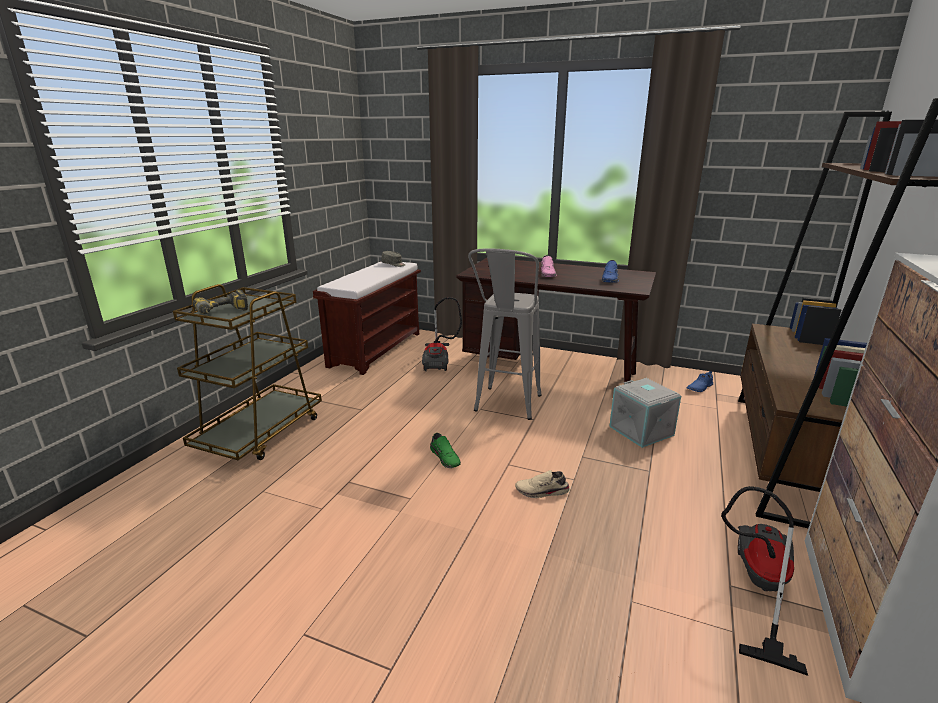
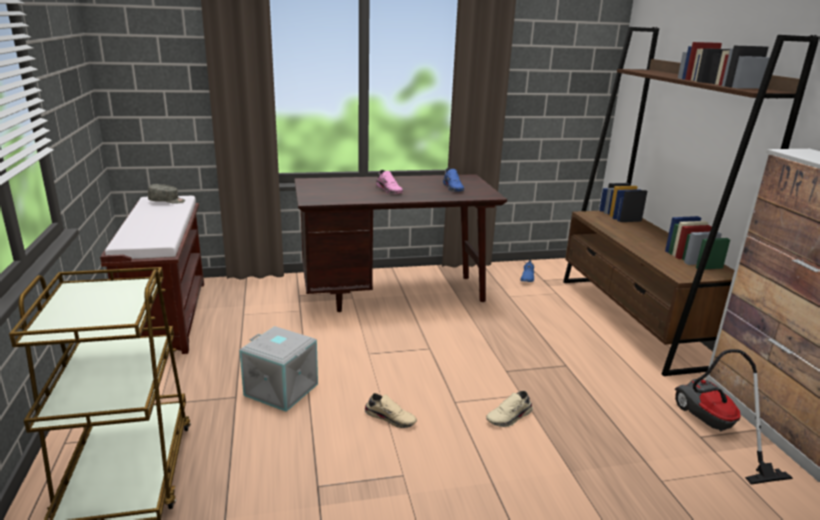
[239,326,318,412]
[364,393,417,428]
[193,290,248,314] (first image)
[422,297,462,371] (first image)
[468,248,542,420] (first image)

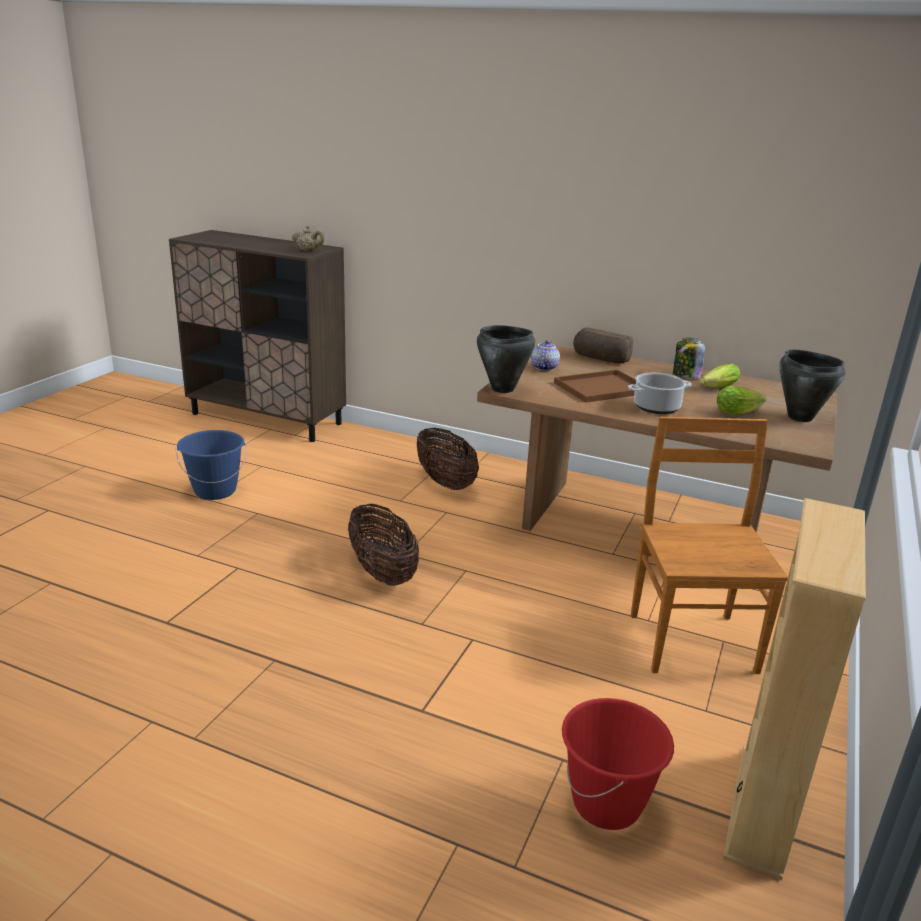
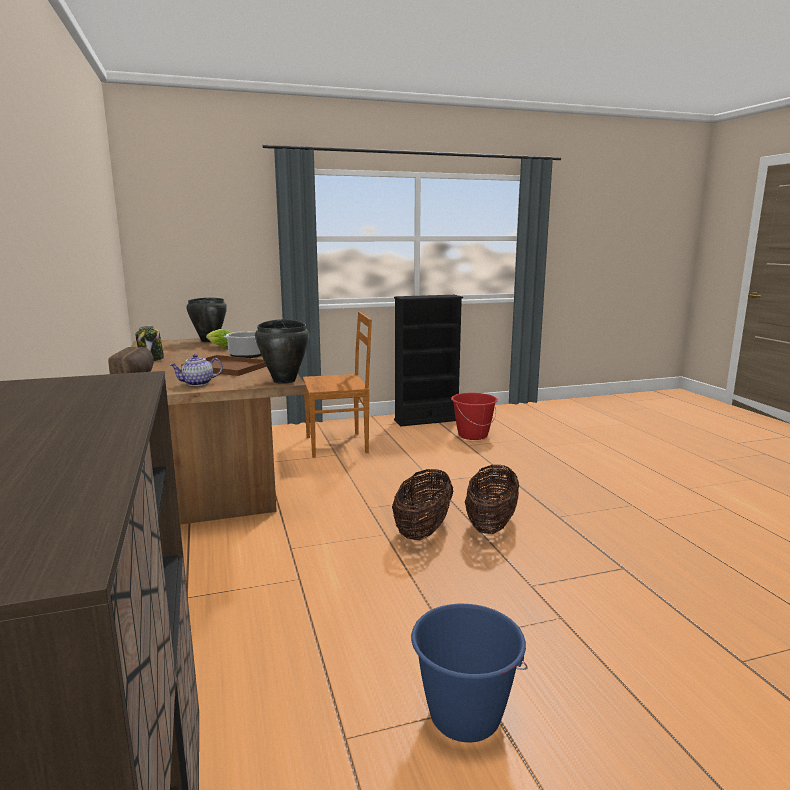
[303,312,372,458]
[394,295,463,426]
[465,465,519,534]
[292,225,325,251] (first image)
[700,363,740,387] (first image)

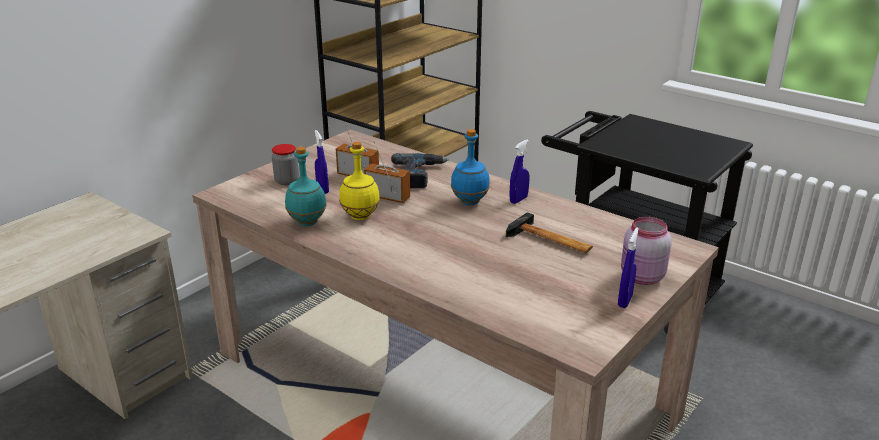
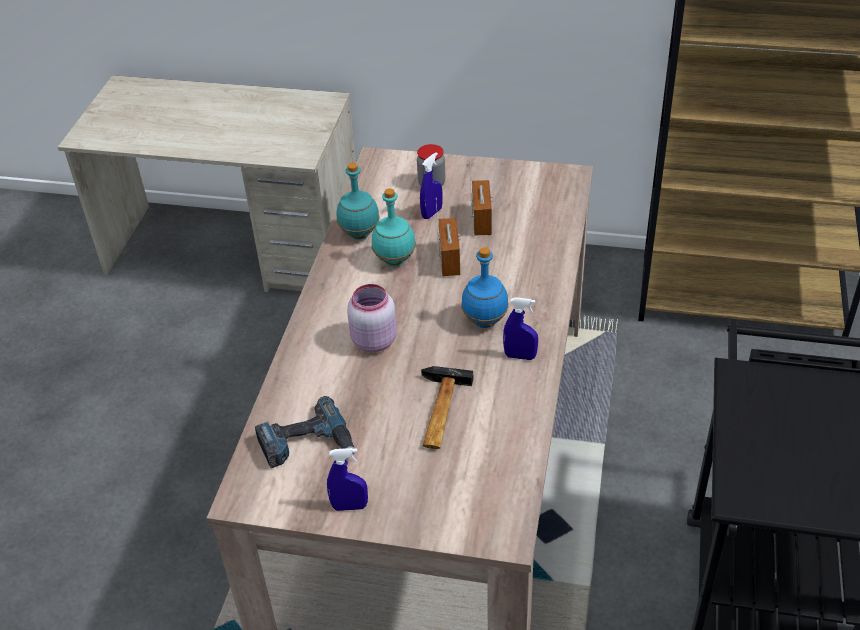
[255,396,355,468]
[347,284,397,352]
[372,188,416,267]

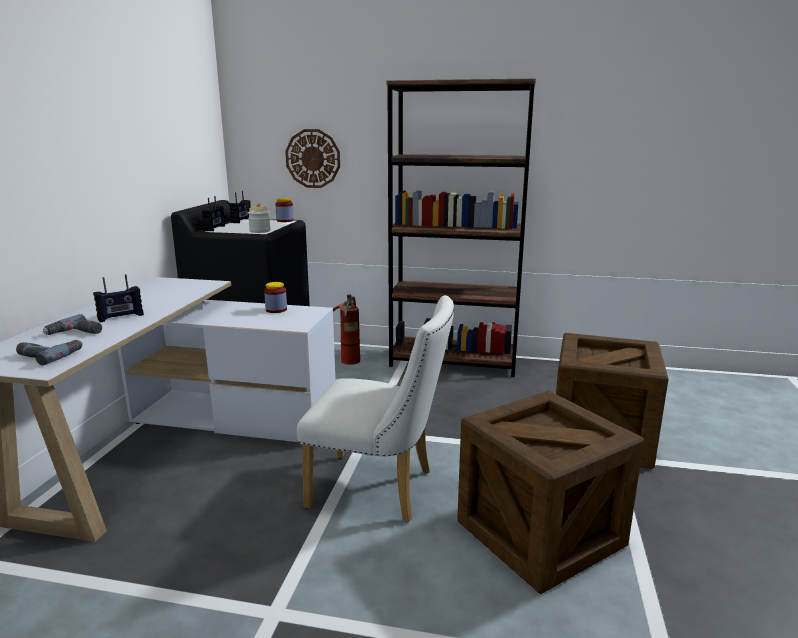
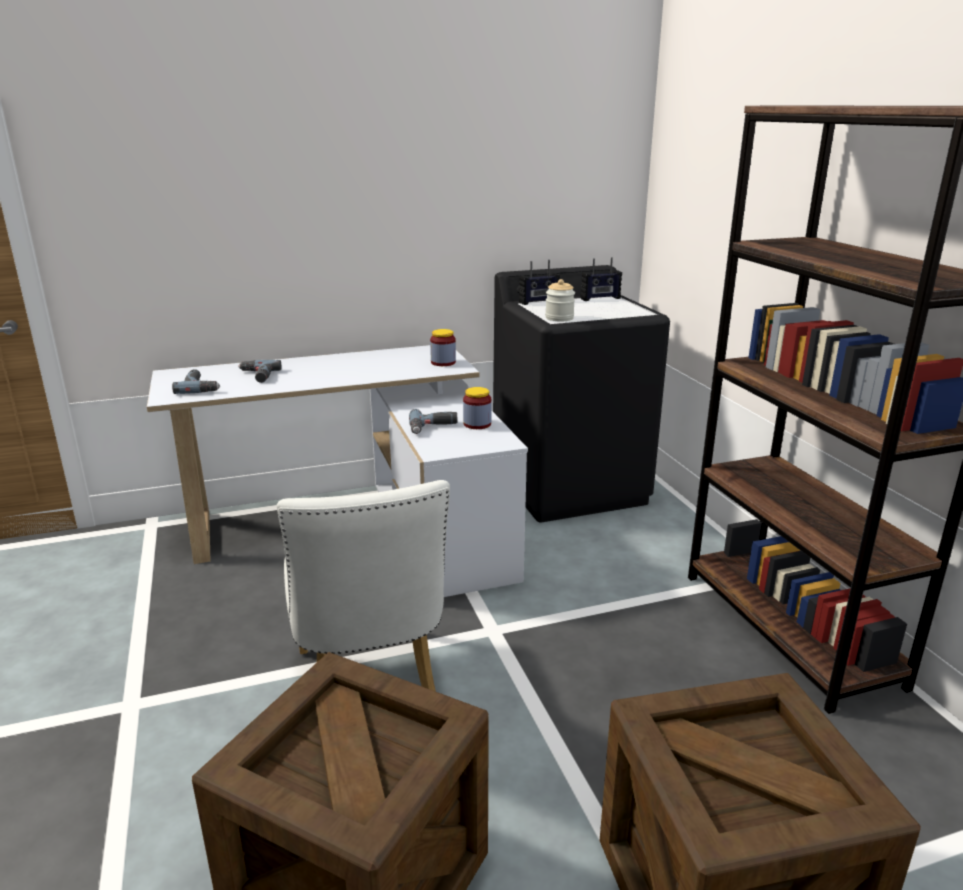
[409,409,457,434]
[430,329,456,366]
[93,274,144,322] (first image)
[285,129,340,188] (first image)
[333,294,360,365] (first image)

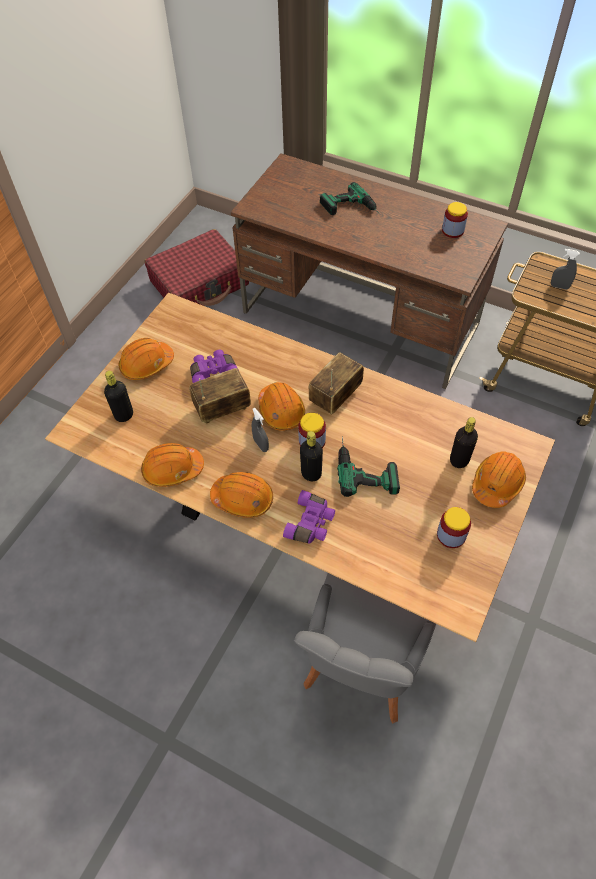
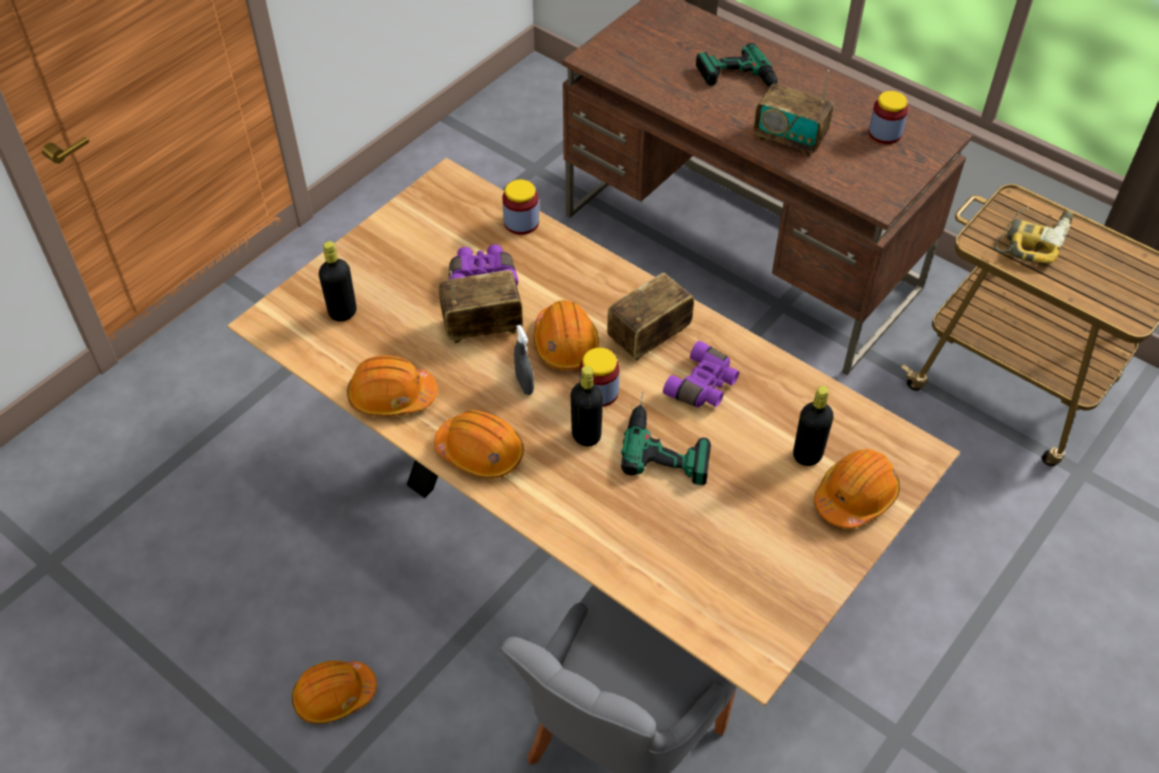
[292,661,377,724]
[502,179,539,235]
[663,341,739,407]
[754,70,834,157]
[994,207,1073,263]
[145,229,249,306] (first image)

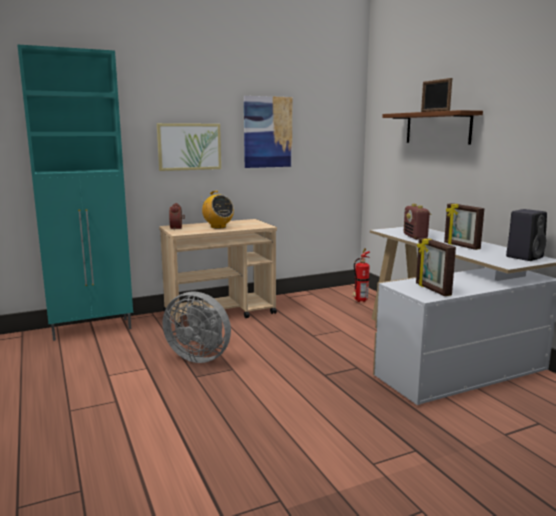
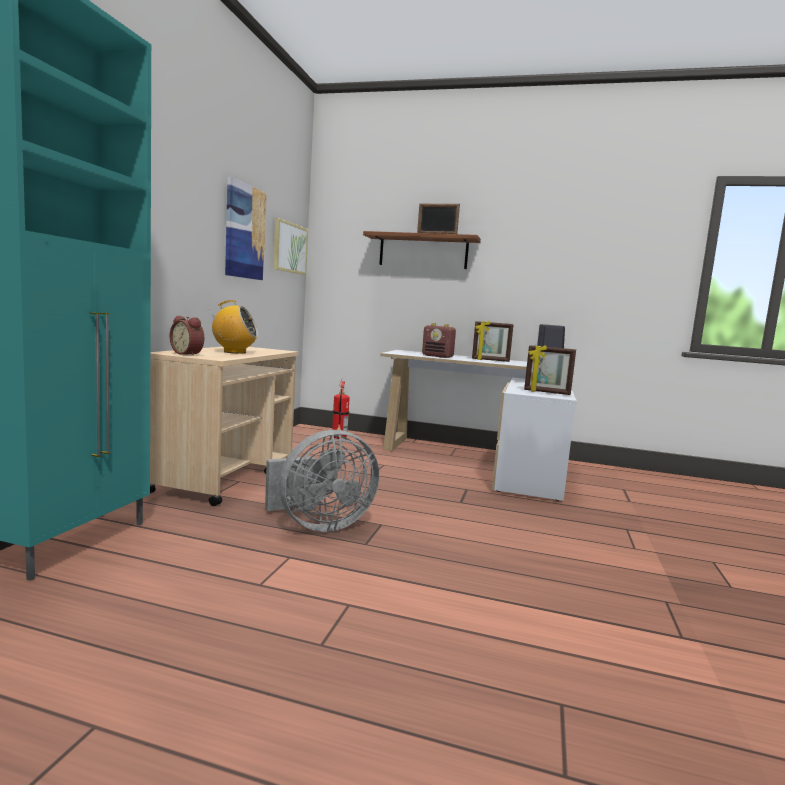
[273,218,308,275]

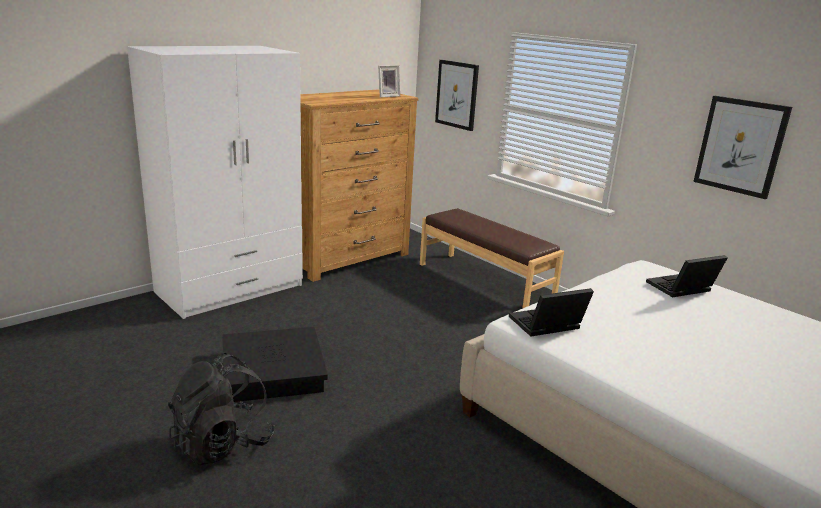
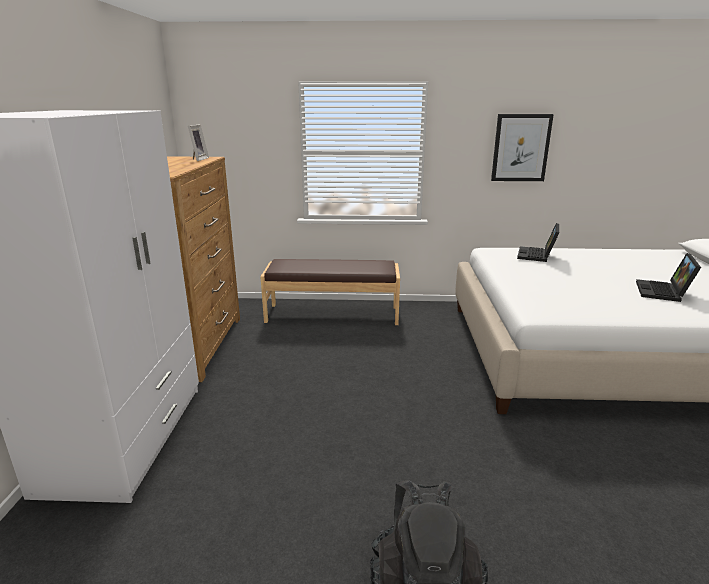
[636,253,701,302]
[223,327,328,402] (first image)
[435,60,479,131] (first image)

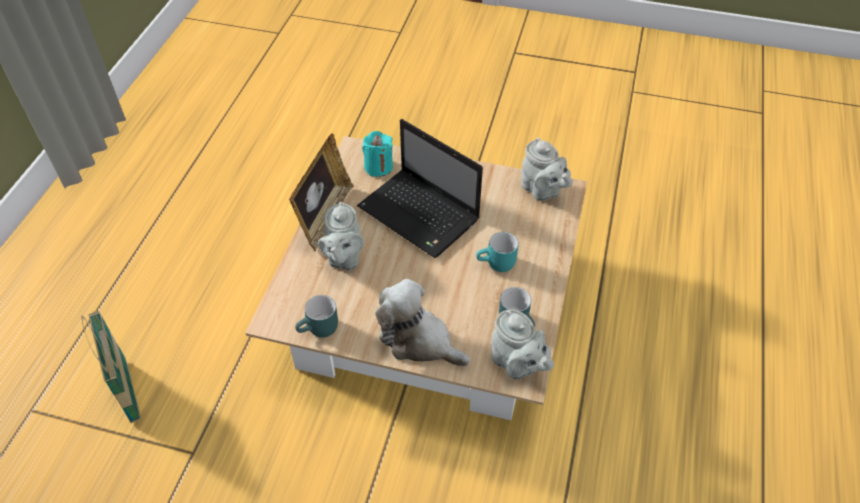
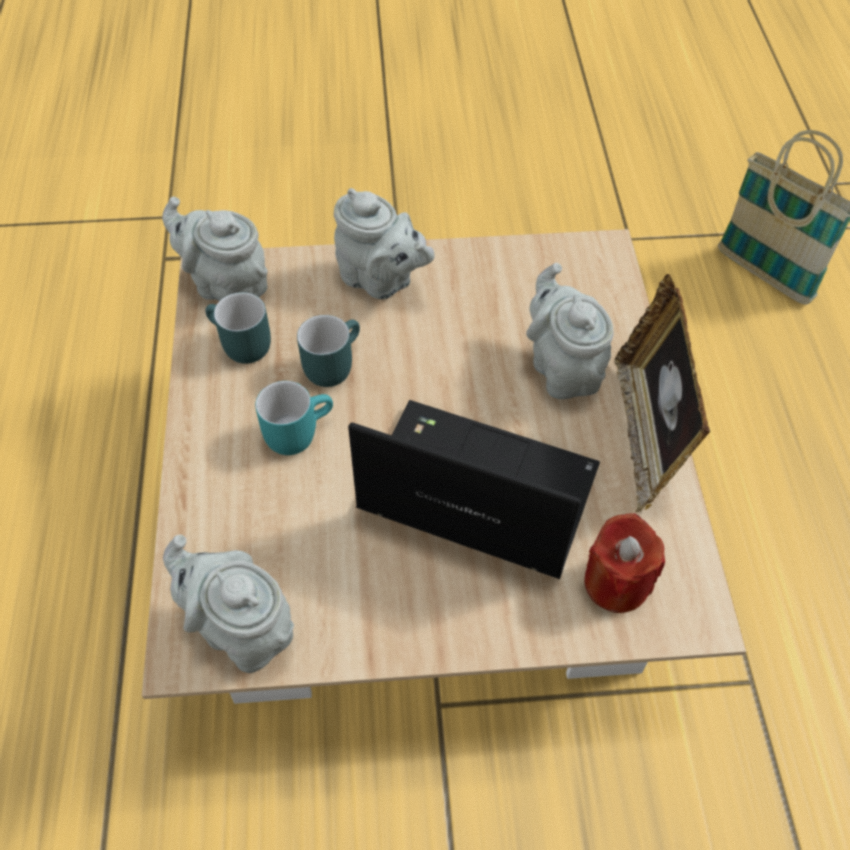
[297,315,360,387]
[334,188,434,299]
[584,513,665,613]

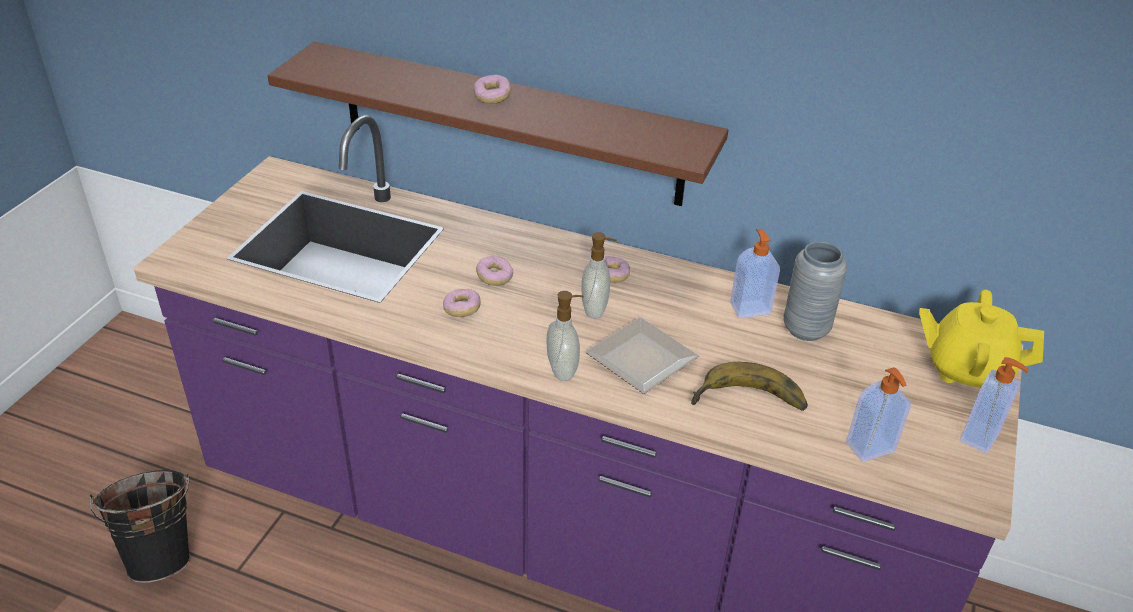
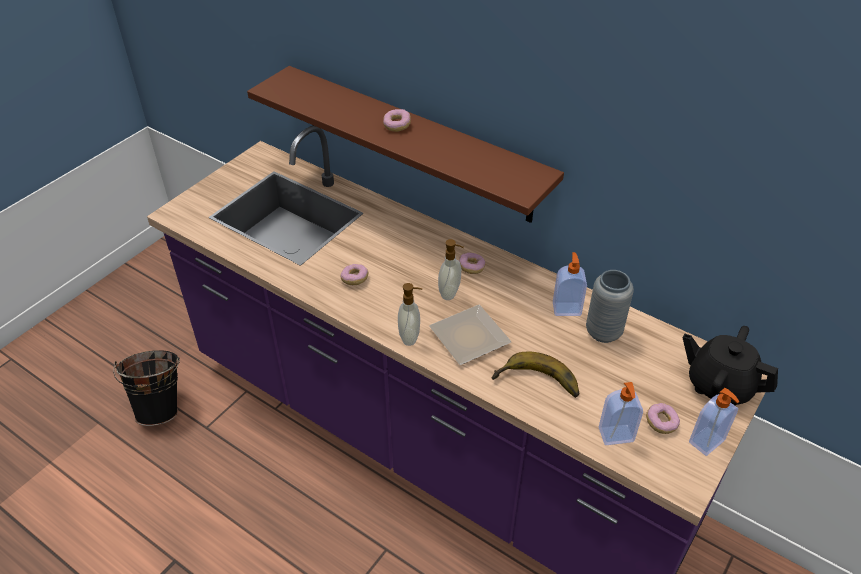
[646,403,680,434]
[683,326,778,406]

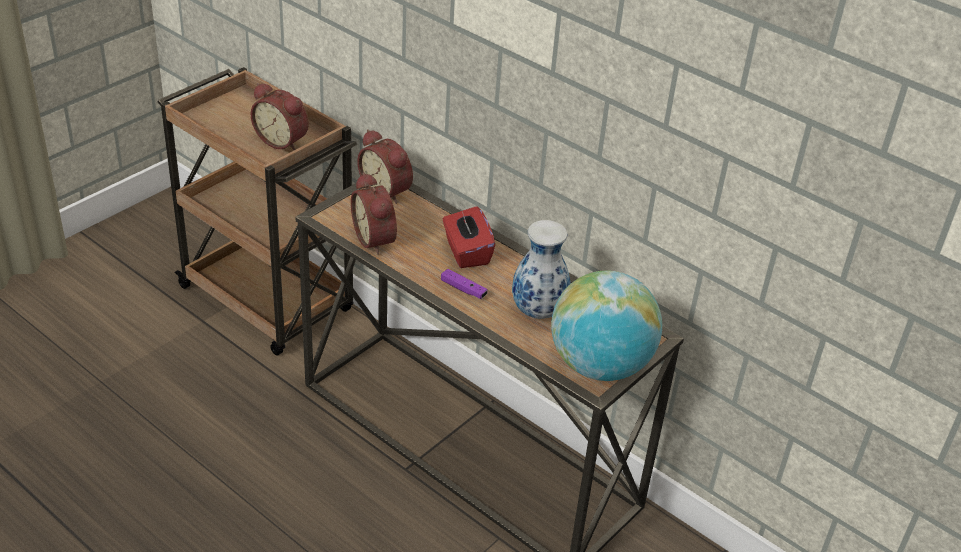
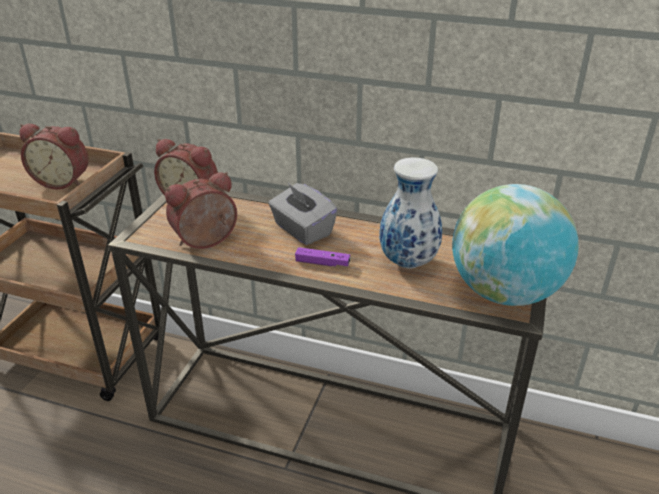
[165,172,237,249]
[268,183,338,245]

